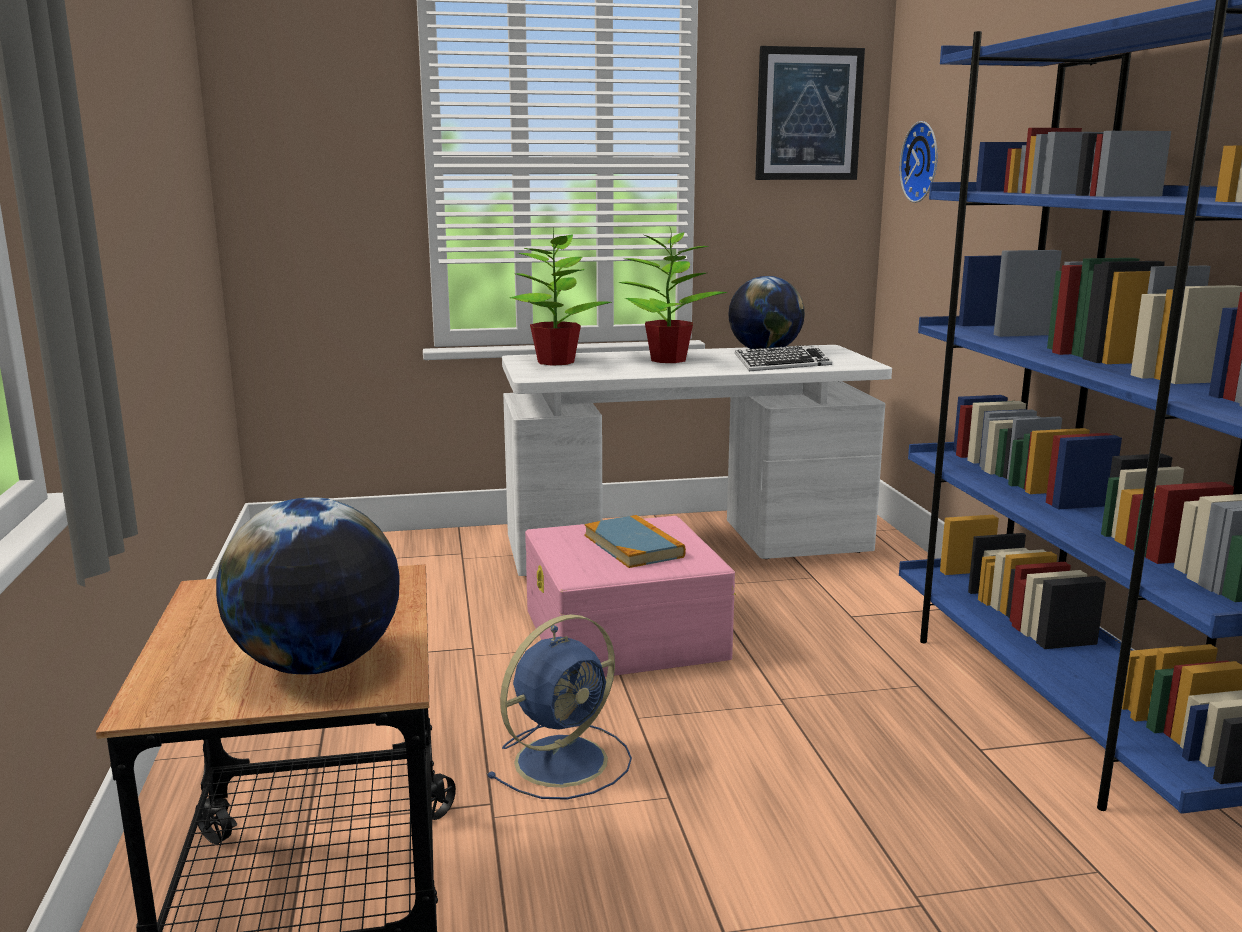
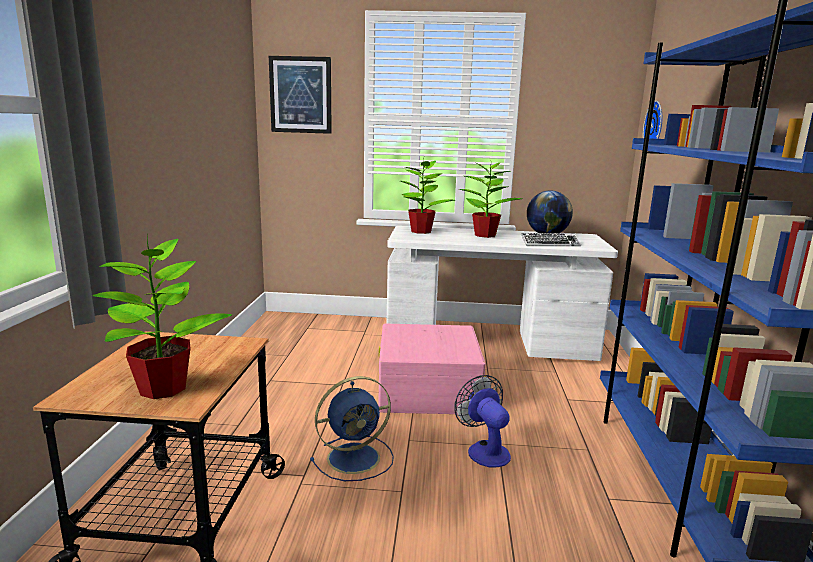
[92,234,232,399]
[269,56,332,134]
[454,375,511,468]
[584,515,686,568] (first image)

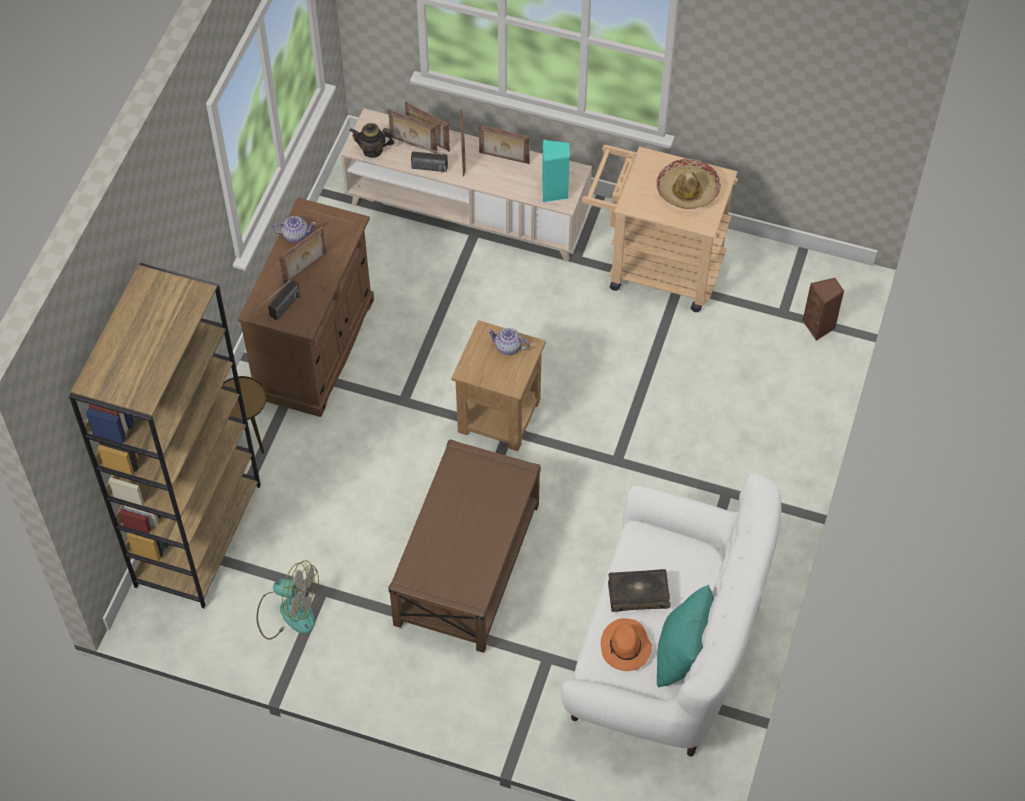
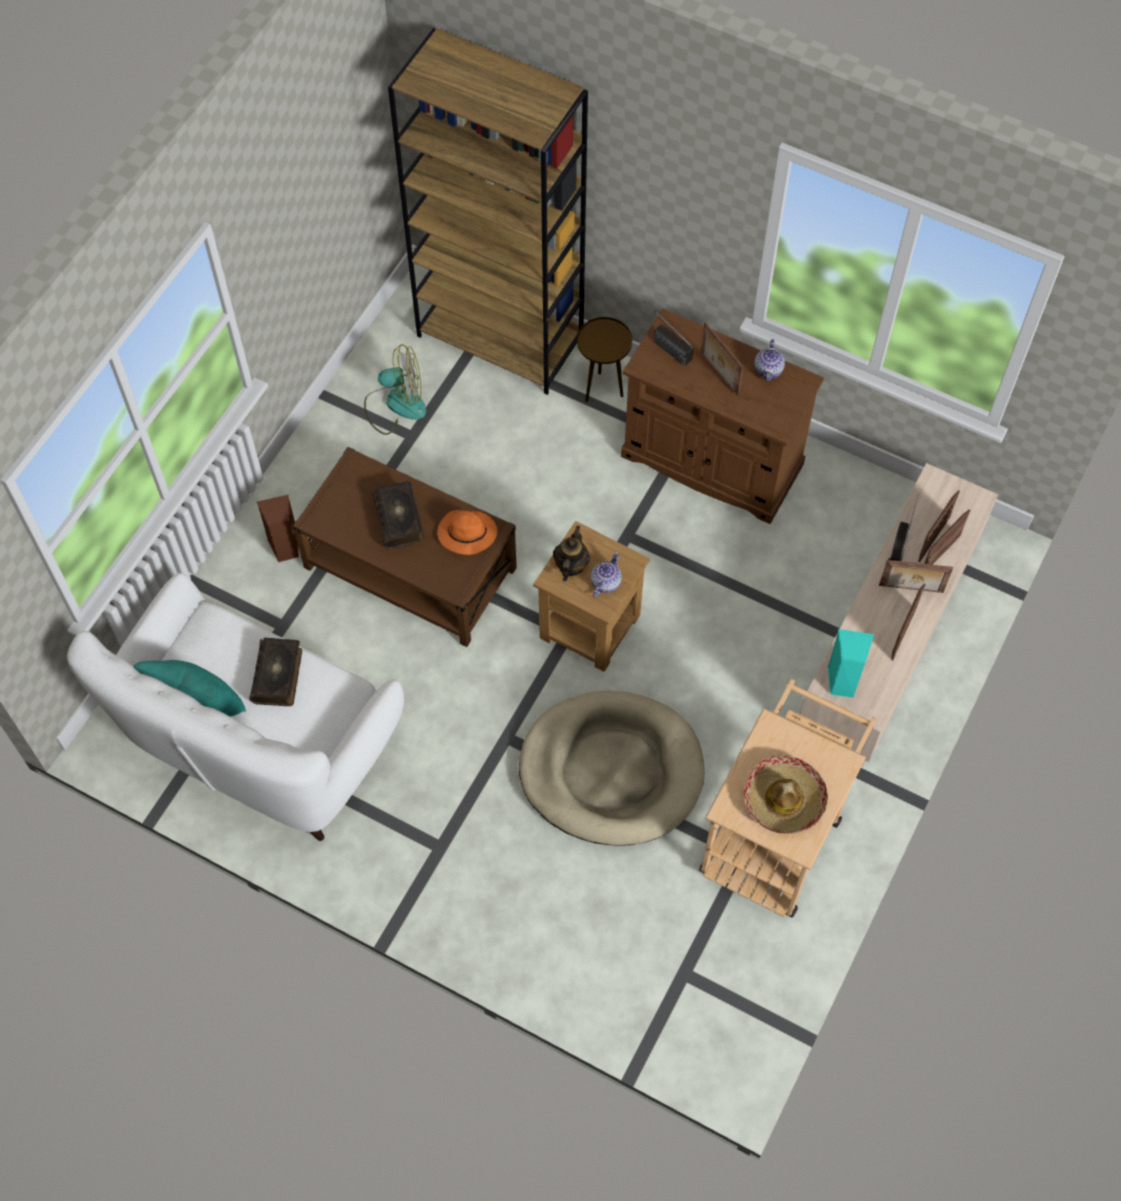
[257,494,299,562]
[364,344,426,435]
[372,481,424,549]
[437,510,497,555]
[519,691,705,846]
[553,526,590,581]

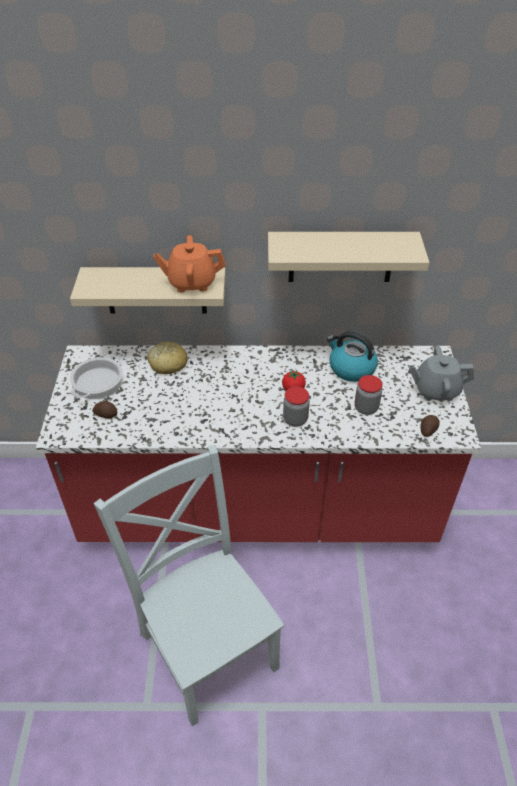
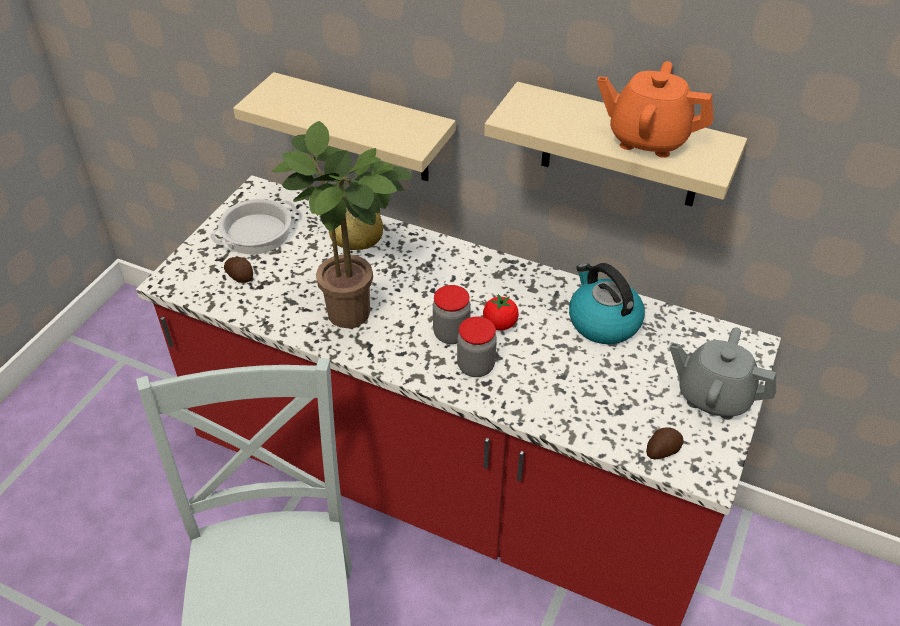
[272,121,414,328]
[433,285,471,344]
[597,61,714,158]

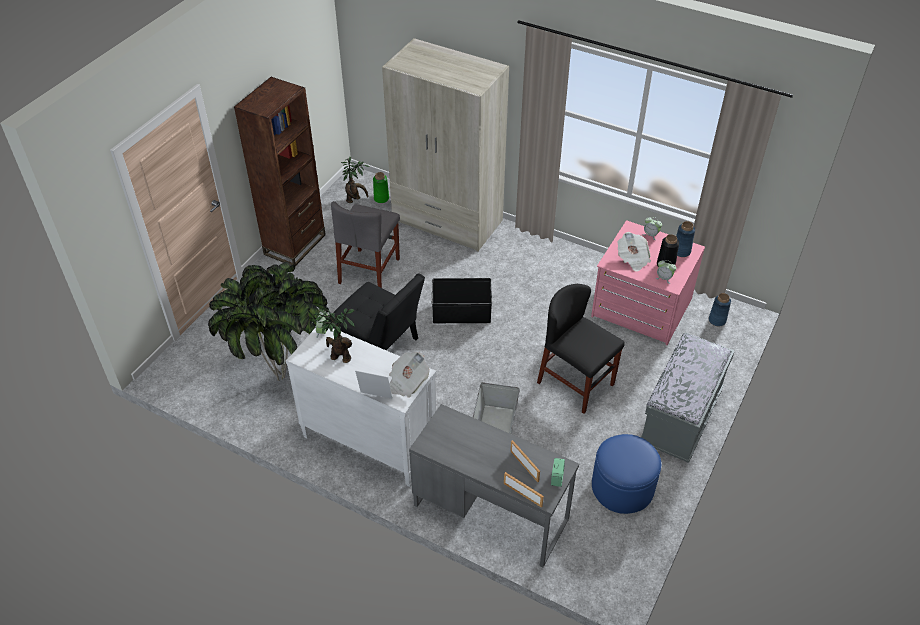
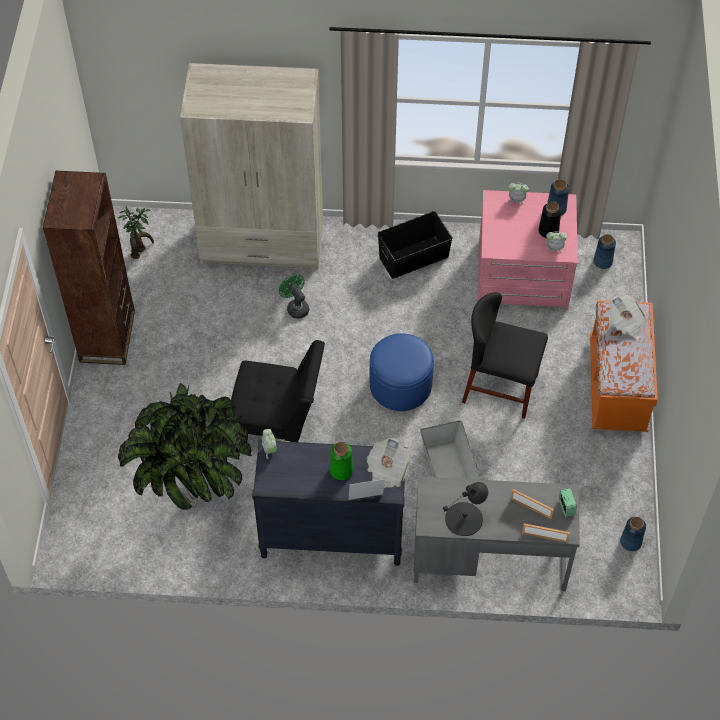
[252,440,407,566]
[279,274,309,319]
[330,442,353,480]
[370,333,434,411]
[378,211,453,279]
[443,482,488,536]
[590,300,658,432]
[609,295,647,339]
[620,517,646,551]
[314,308,355,363] (first image)
[331,201,400,288] (first image)

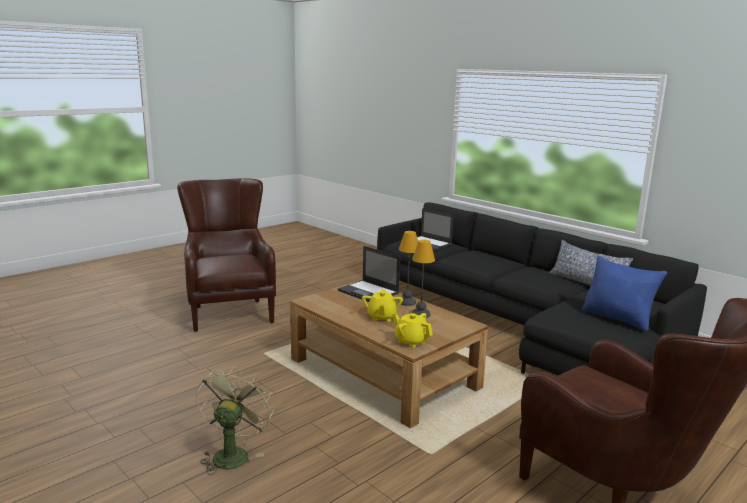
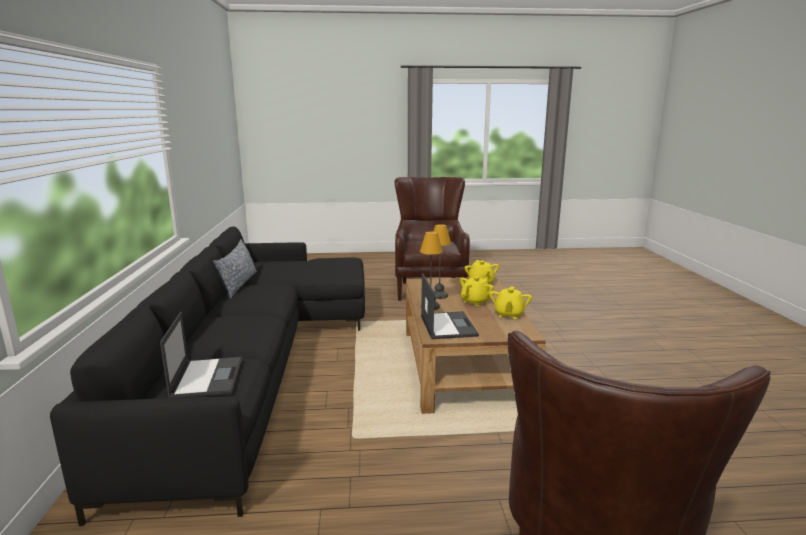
[489,286,532,319]
[196,366,274,475] (first image)
[582,256,667,331] (first image)

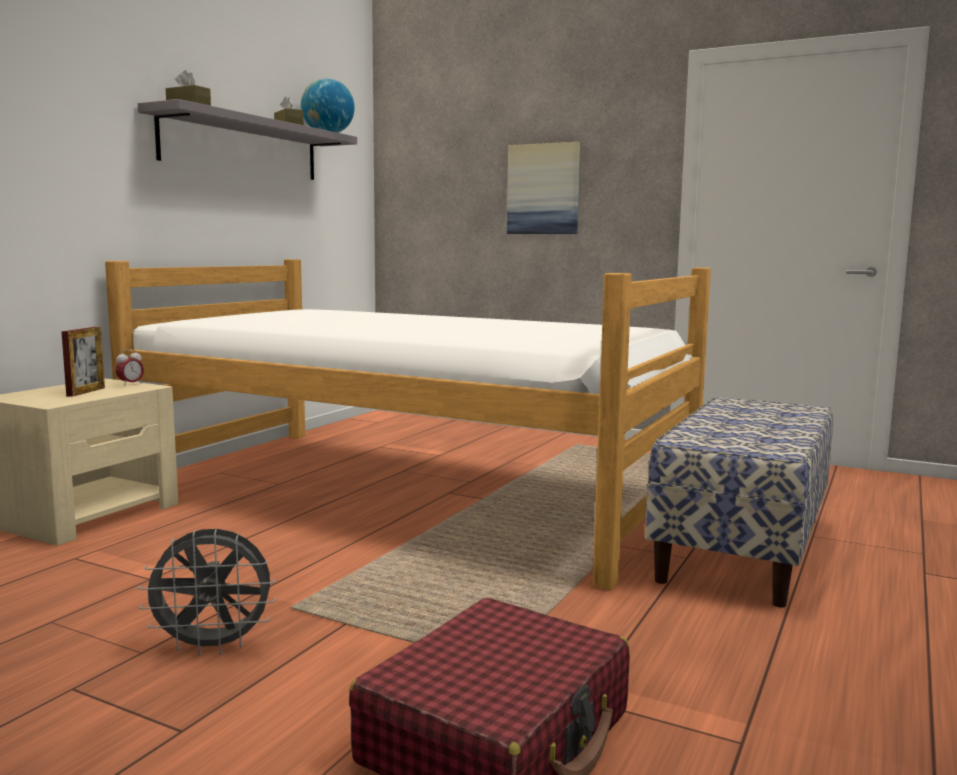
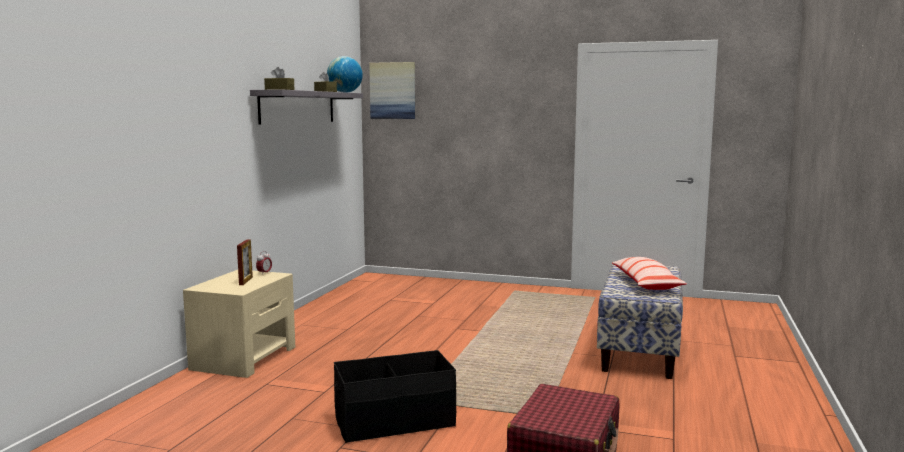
[334,350,456,443]
[369,62,415,119]
[612,257,687,290]
[105,259,711,590] (first image)

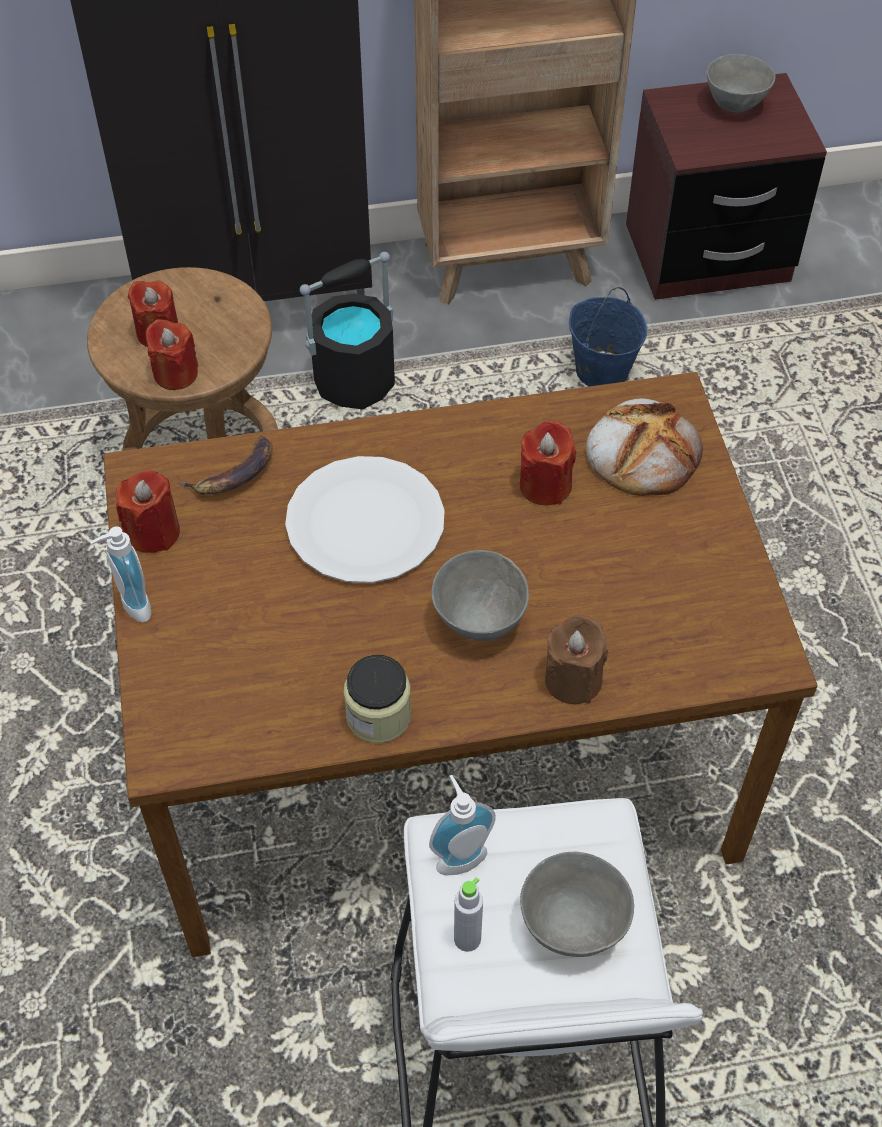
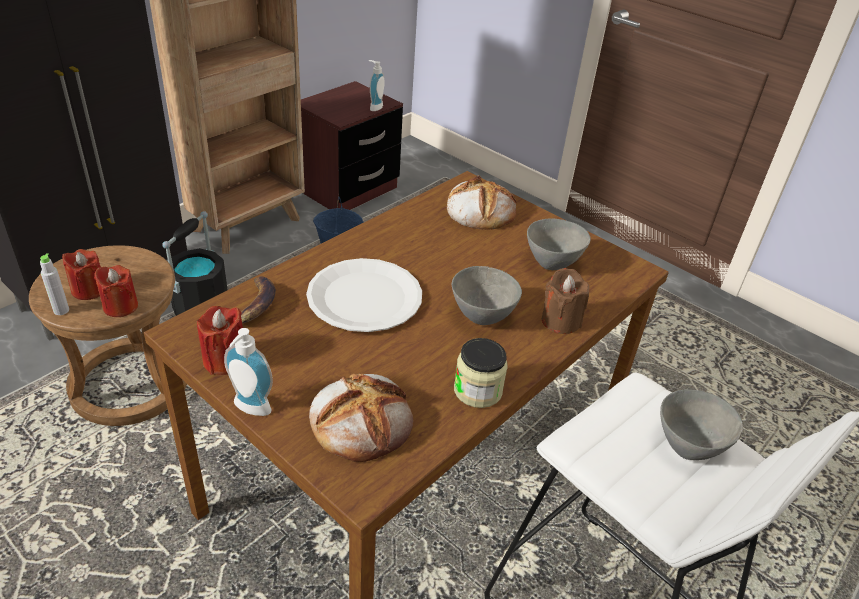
[40,253,69,315]
[309,374,413,462]
[369,60,385,111]
[527,218,591,270]
[520,420,576,505] (first image)

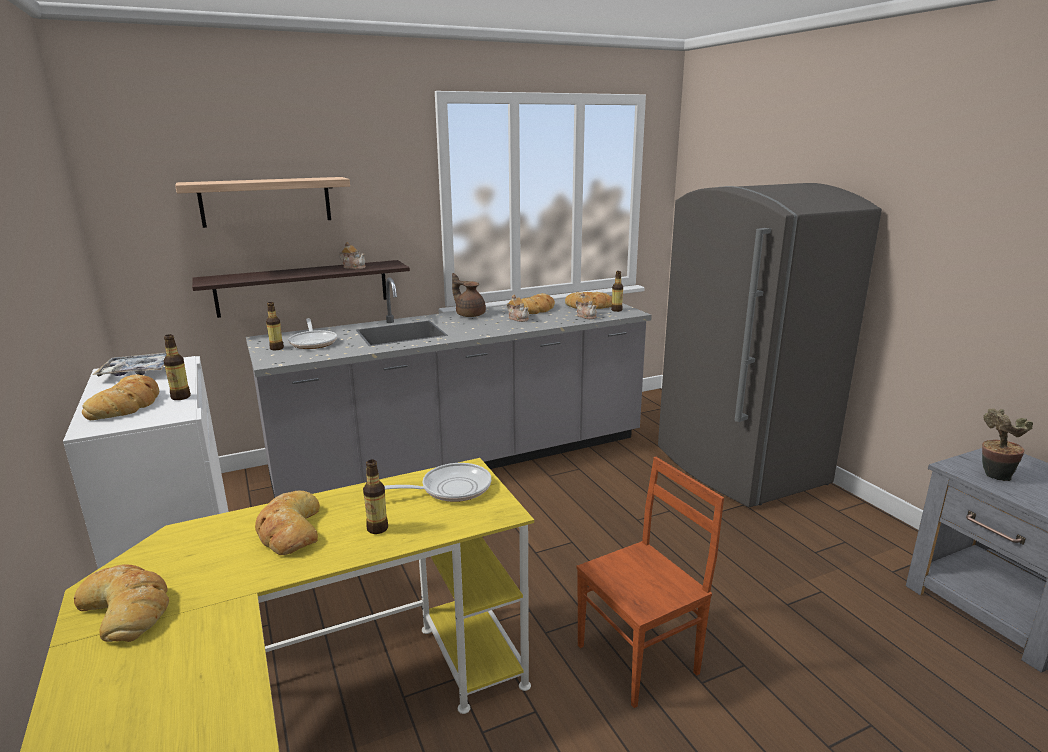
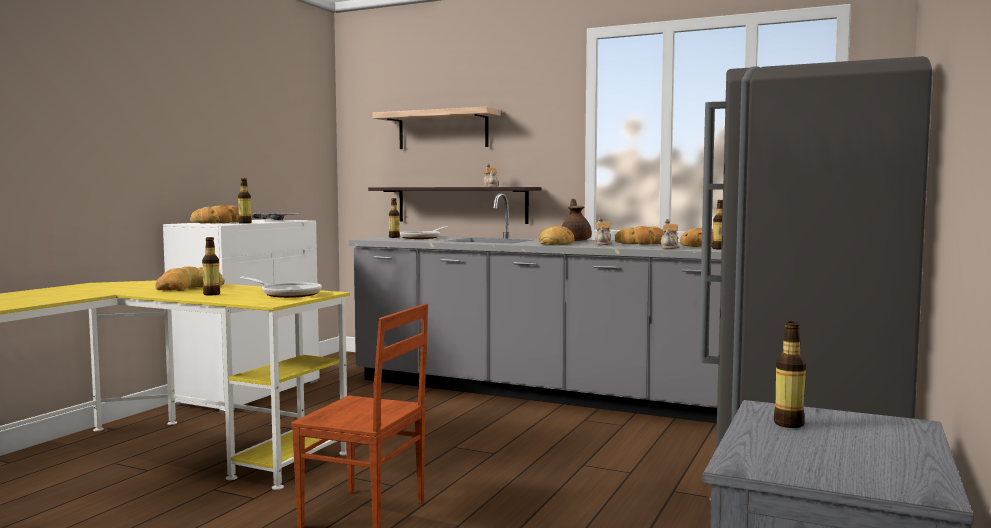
[539,226,574,245]
[774,322,806,428]

